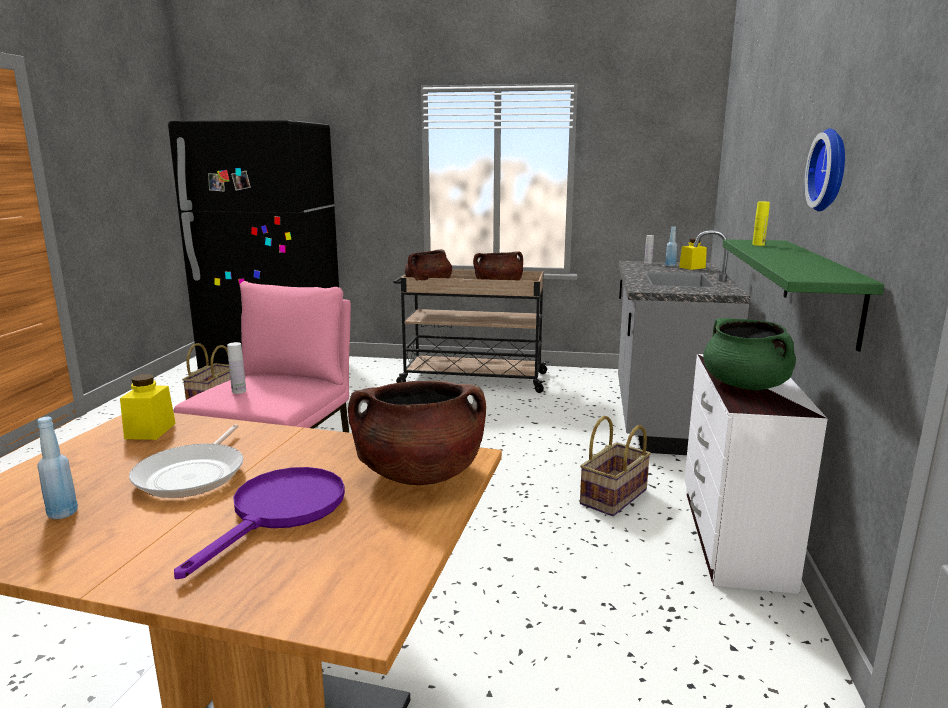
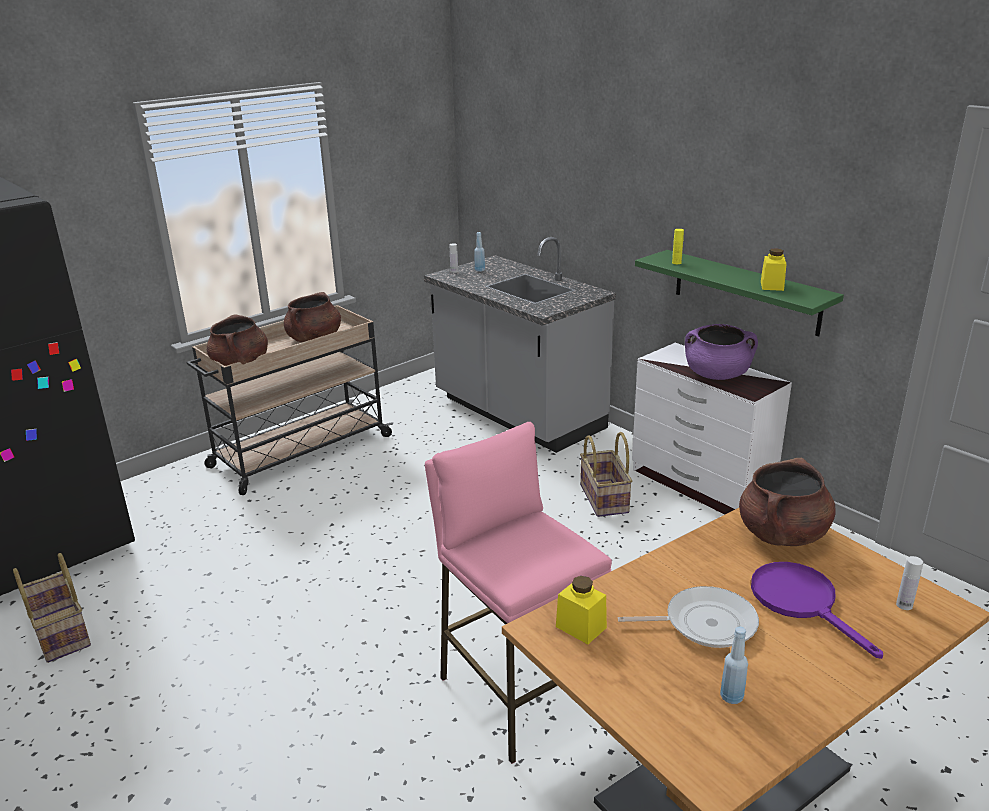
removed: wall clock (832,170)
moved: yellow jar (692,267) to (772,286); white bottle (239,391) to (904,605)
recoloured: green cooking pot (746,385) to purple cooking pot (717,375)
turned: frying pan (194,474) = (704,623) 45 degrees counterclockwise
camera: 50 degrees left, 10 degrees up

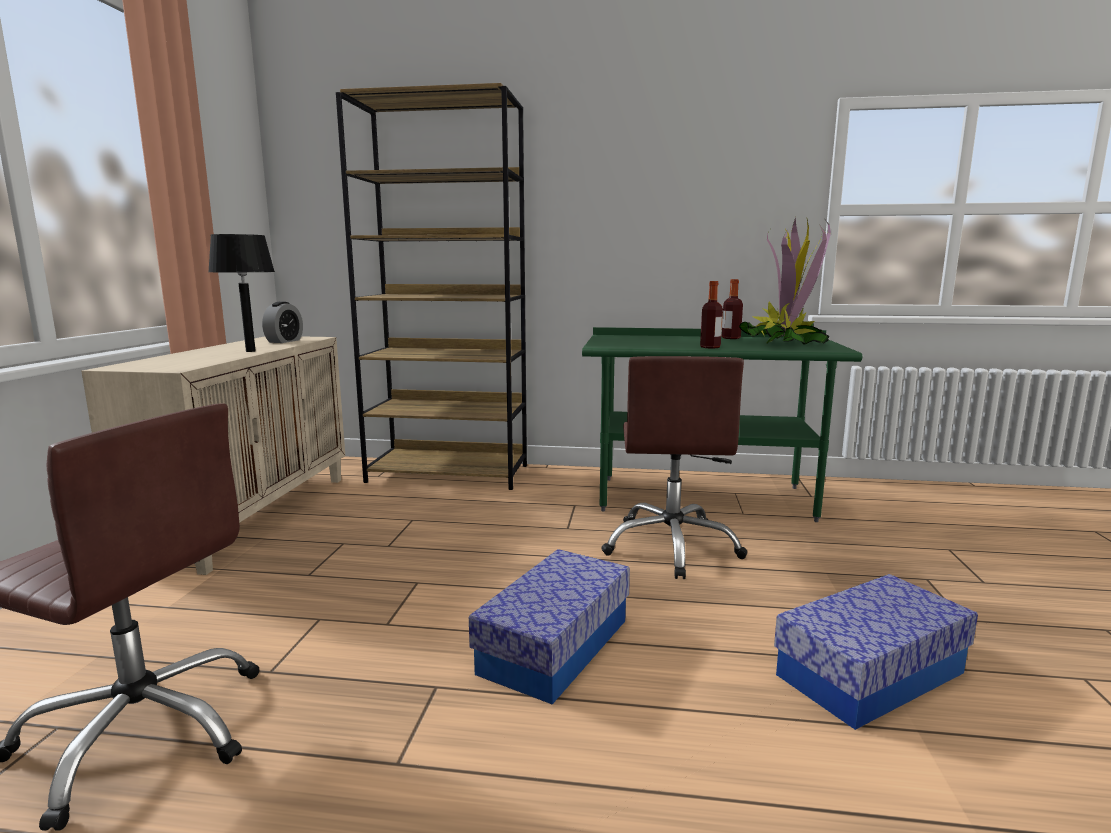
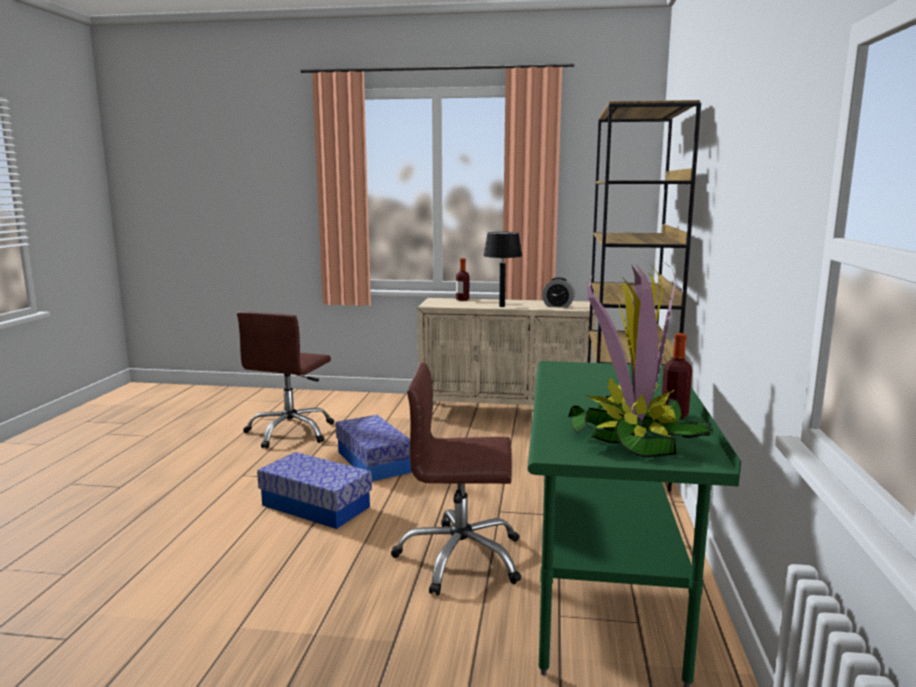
moved: storage box (870,674) to (373,462); bottle (710,347) to (462,300)
camera: 90 degrees right, 0 degrees up

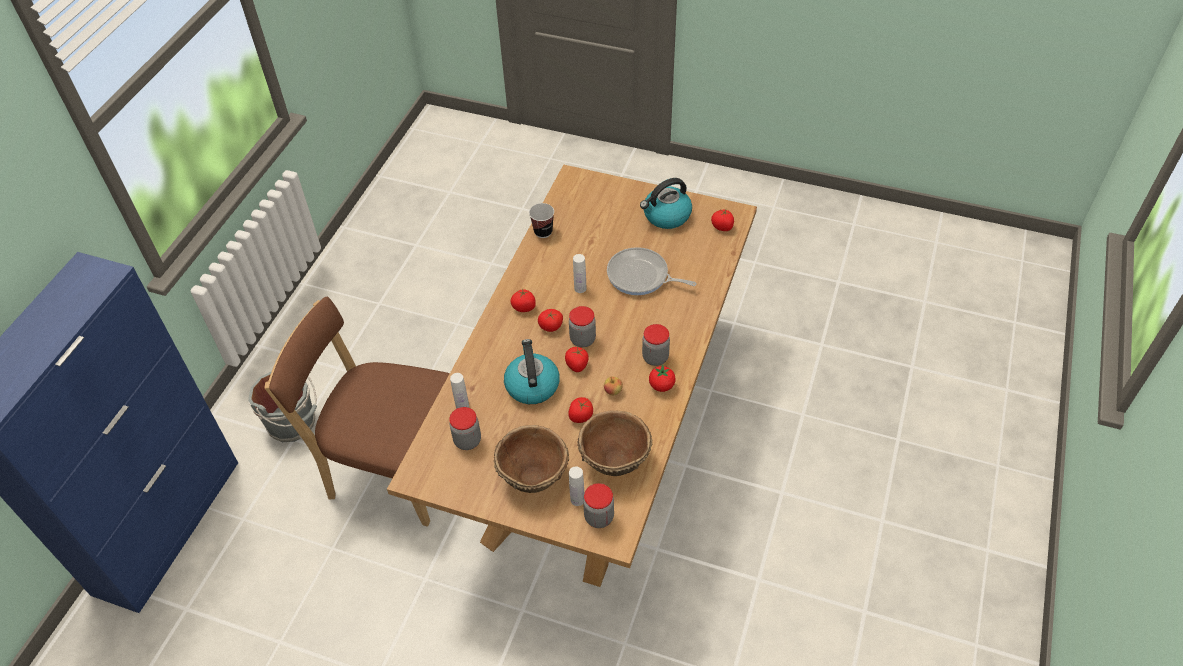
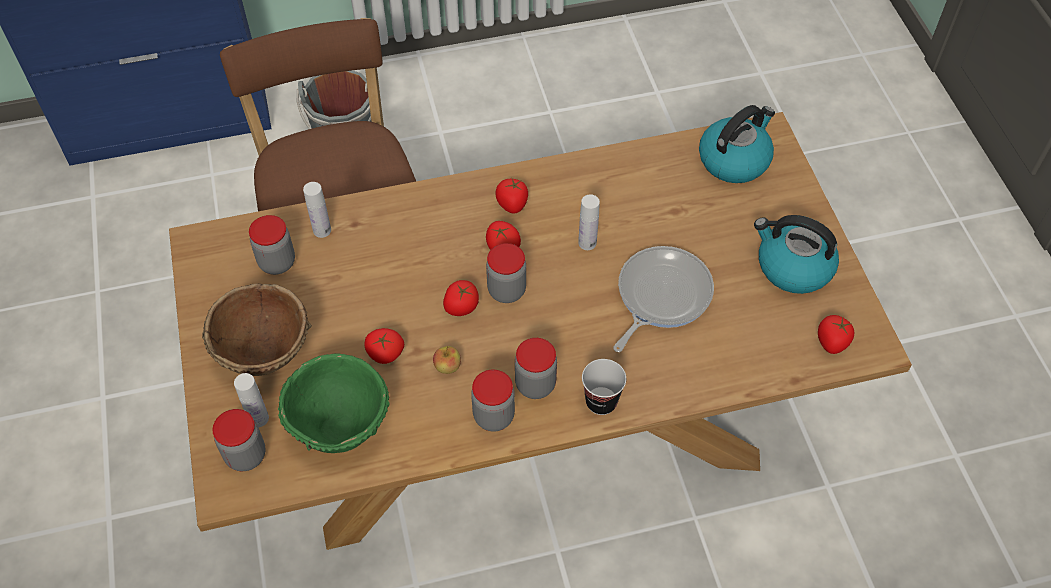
moved: cup (543,232) to (601,402); kettle (532,385) to (734,159)
replaced: tomato (661,386) to jar (494,416)
recoloured: brown bowl (614,460) to green bowl (340,426)
turned: frying pan (641,276) = (660,296) 45 degrees clockwise
camera: 55 degrees right, 5 degrees up

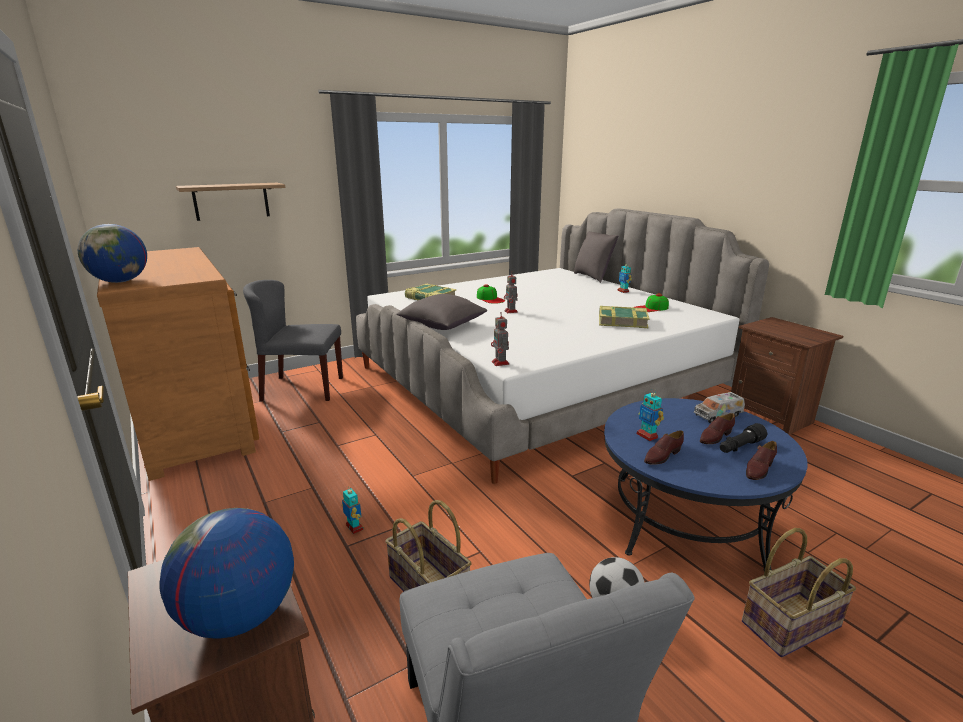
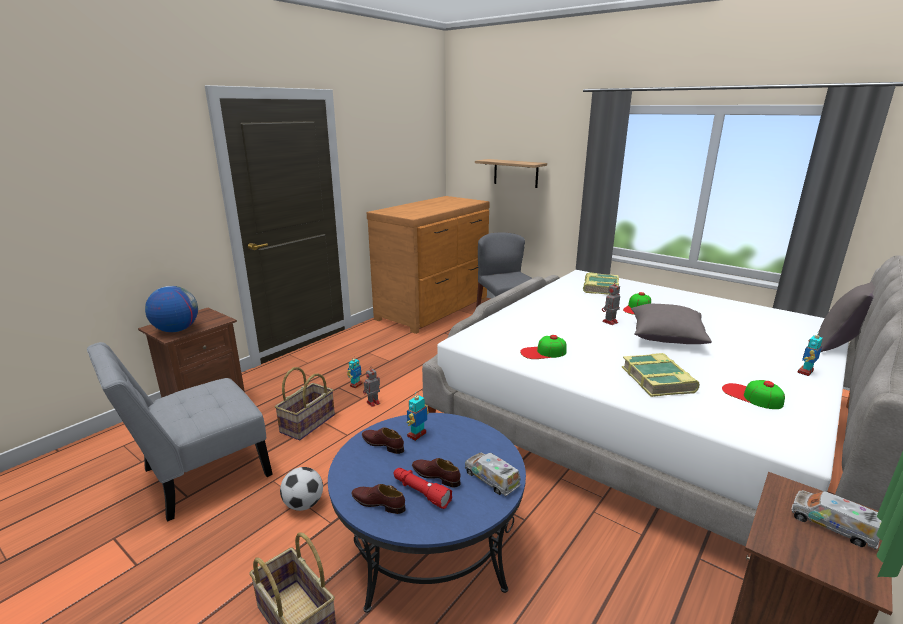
removed: globe (120,281)
added: cap (543,352); toy truck (832,525)
moved: toy robot (500,363) to (372,403); grey pillow (442,325) to (666,337)
recoloured: black flashlight (740,447) to red flashlight (420,492)
camera: 70 degrees right, 0 degrees up

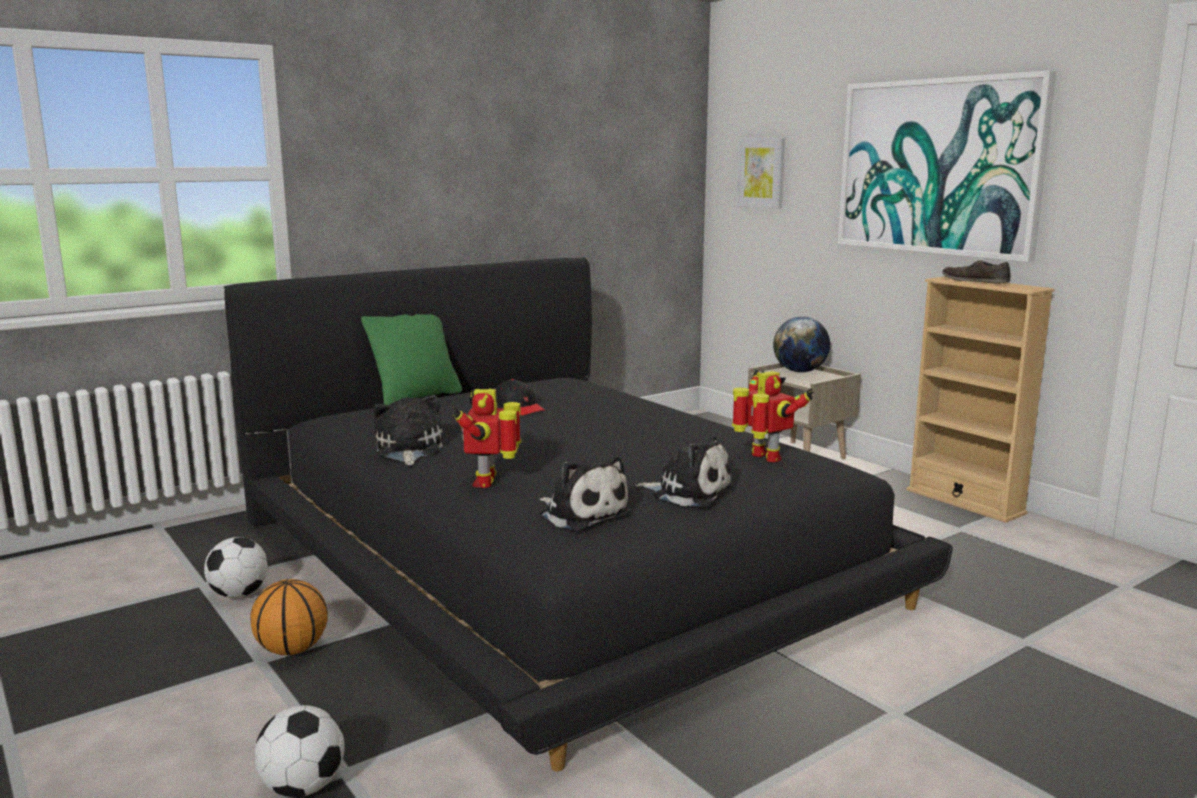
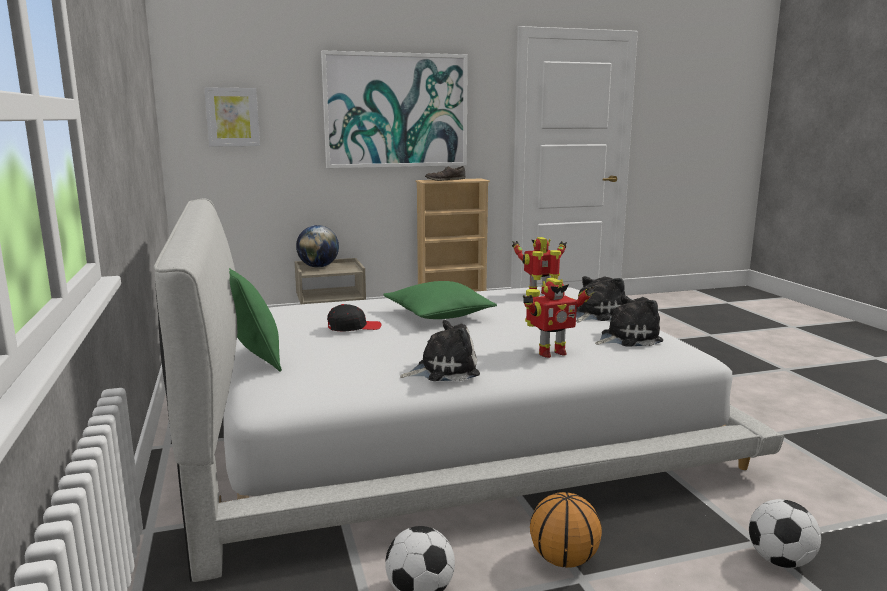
added: green pillow (438,315)
recoloured: black bed (557,556) to white bed (444,426)
turned: plush toy (408,450) = (443,370) 150 degrees clockwise; toy robot (488,481) = (550,353) 45 degrees counterclockwise
camera: 70 degrees left, 0 degrees up

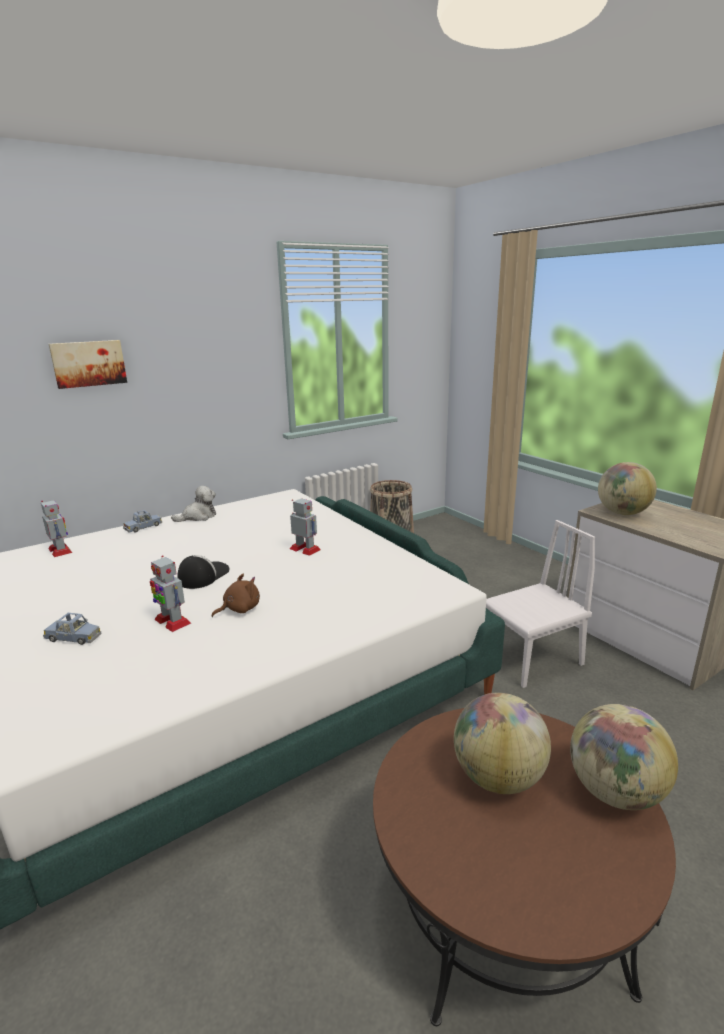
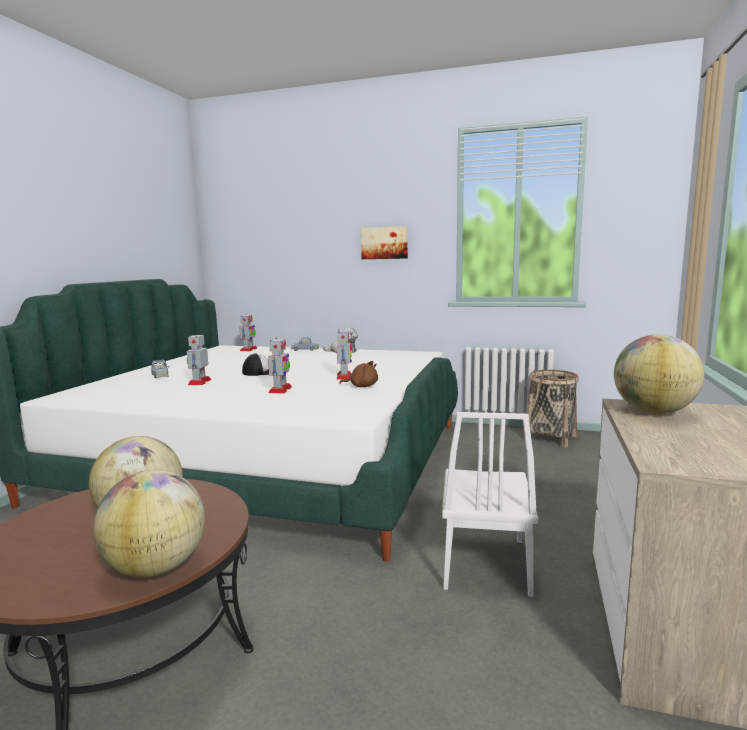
added: toy robot (280,390)
moved: brown plush toy (239,609) to (362,386); picture (88,363) to (384,243)
turned: white chair (531,658) = (485,563) 75 degrees clockwise
camera: 50 degrees right, 10 degrees down

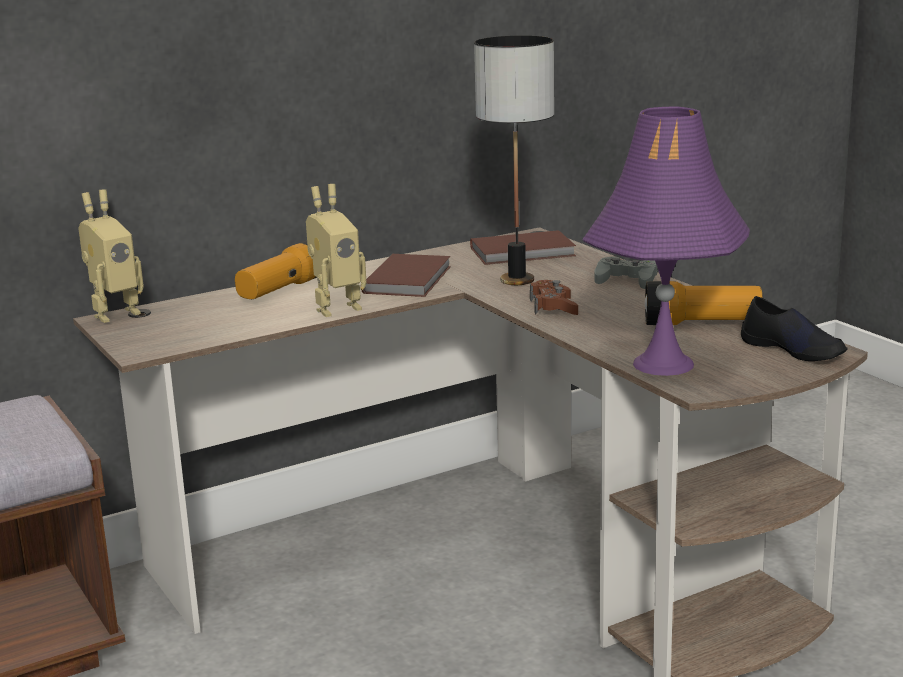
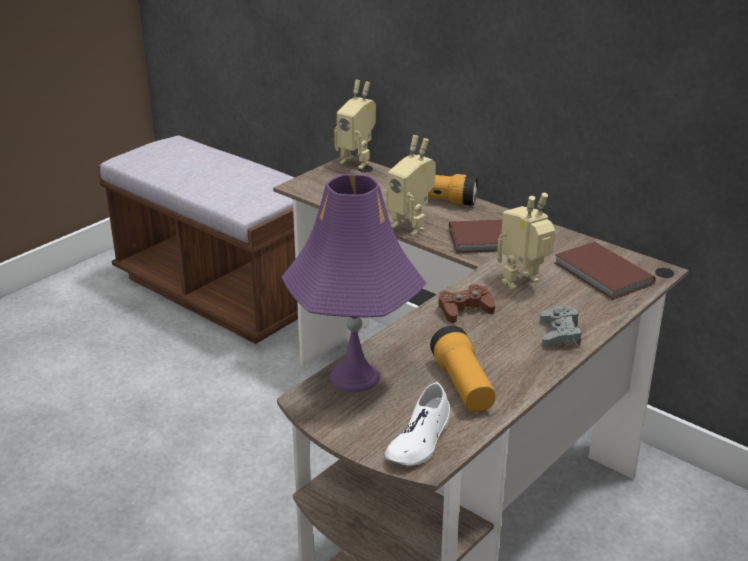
replaced: table lamp (518,280) to toy robot (523,284)
recoloured: black shoe (793,349) to white shoe (419,440)
camera: 70 degrees right, 10 degrees up

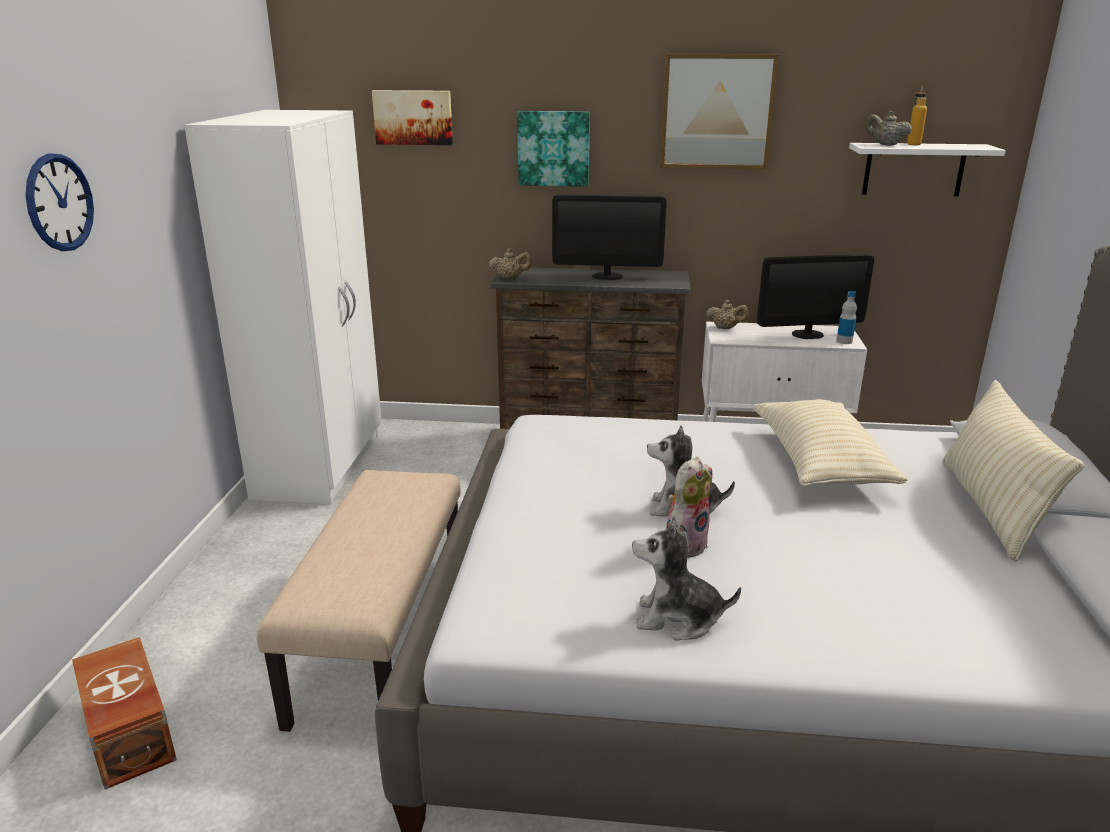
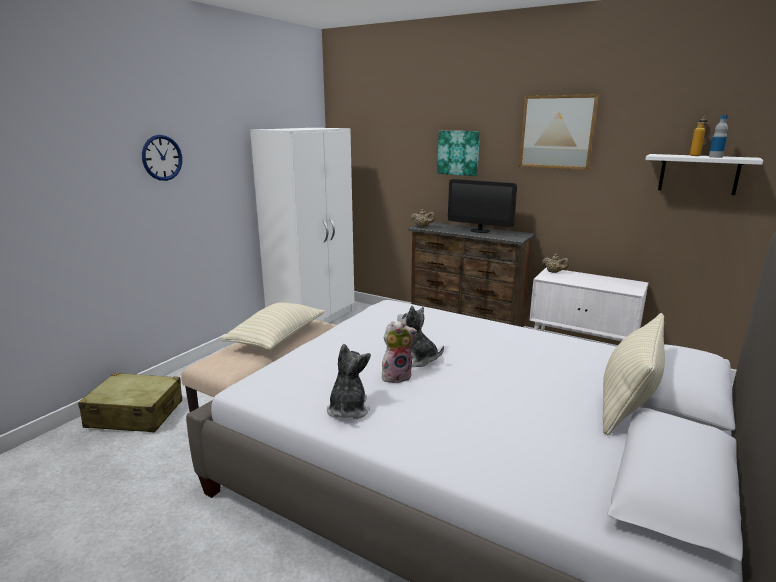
removed: picture (413,117); monitor (807,334); beige teapot (885,145)
moved: beige pillow (819,464) to (277,338); bottle (844,341) to (715,157)
replaced: brown storage box (128,734) to beige suitcase (135,414)
turned: plush toy (677,619) = (348,409) 60 degrees clockwise
camera: 25 degrees right, 5 degrees down

